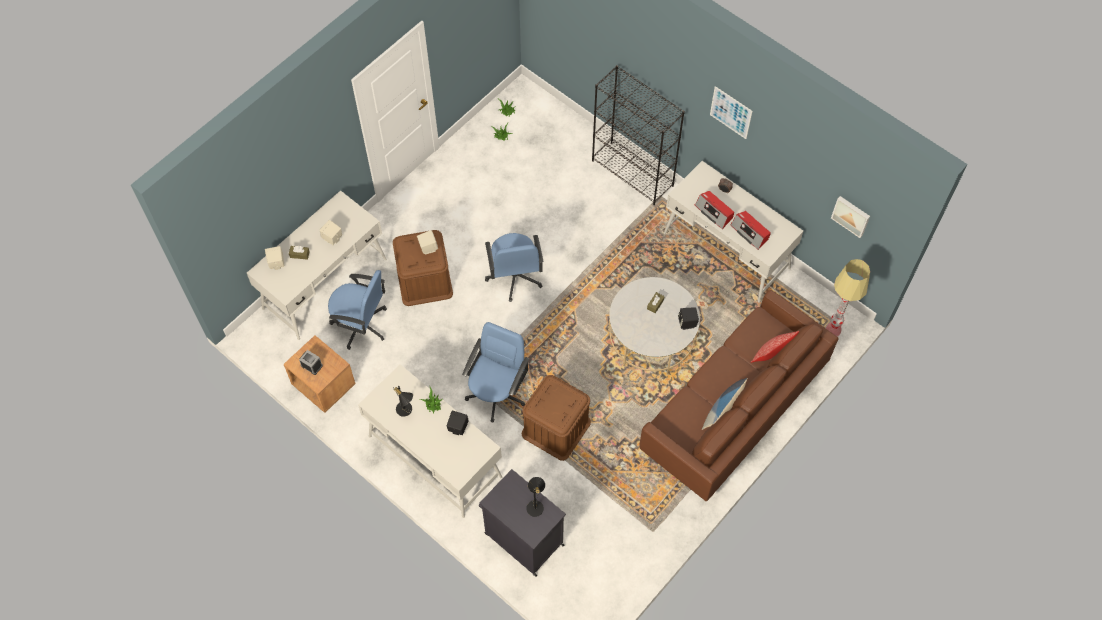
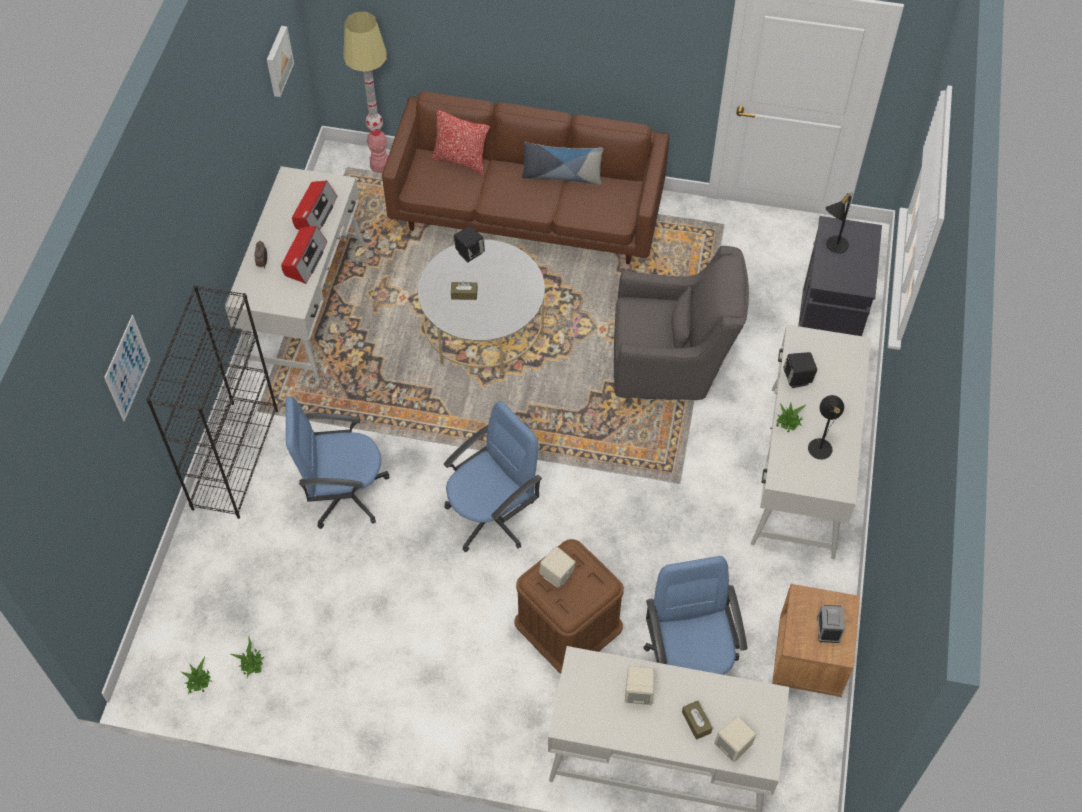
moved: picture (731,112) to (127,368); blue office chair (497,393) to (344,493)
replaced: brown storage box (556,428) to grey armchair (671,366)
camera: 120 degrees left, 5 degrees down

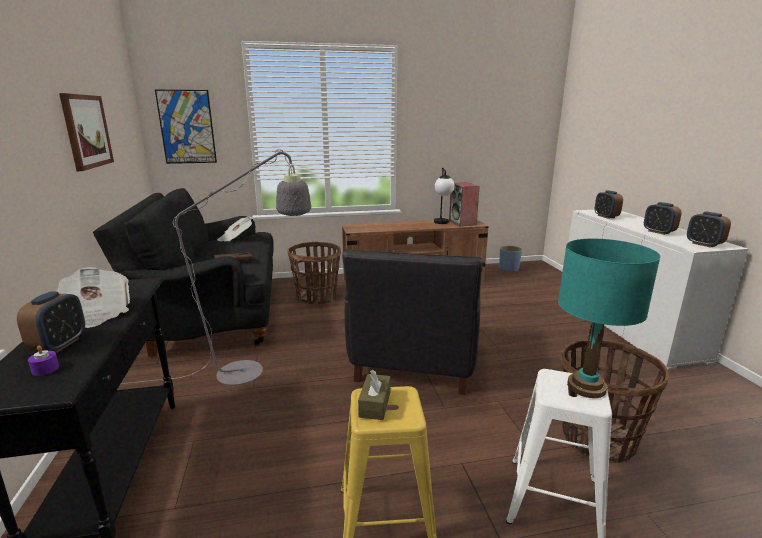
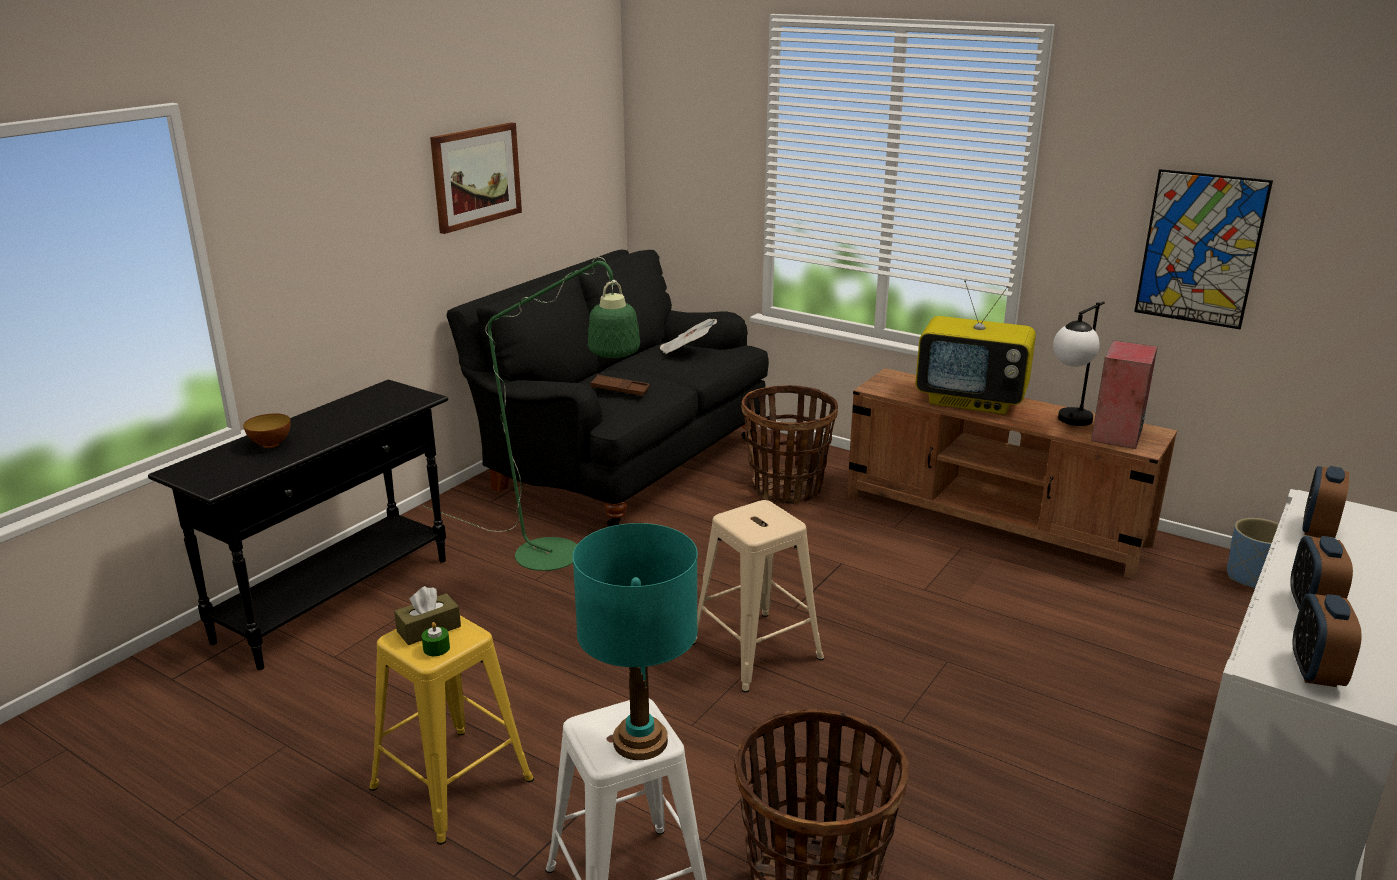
removed: purple candle (45,369); newspaper (97,313)
added: green candle (436,648); television (972,401)
moved: picture (187,127) to (1200,249)
replaced: alarm clock (59,345) to bowl (271,445); black armchair (413,363) to beige stool (753,650)
recoloured: grey floor lamp (252,370) to green floor lamp (561,558)
camera: 45 degrees right, 5 degrees up

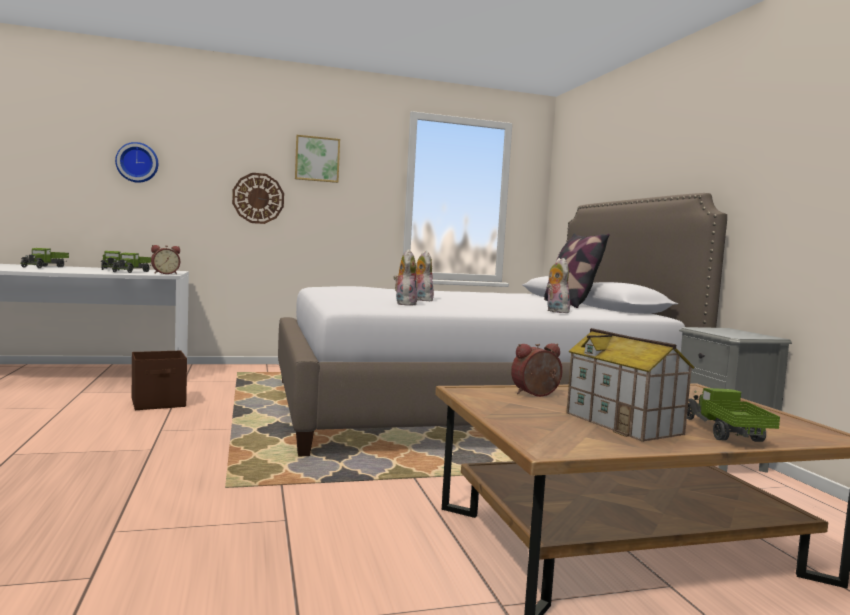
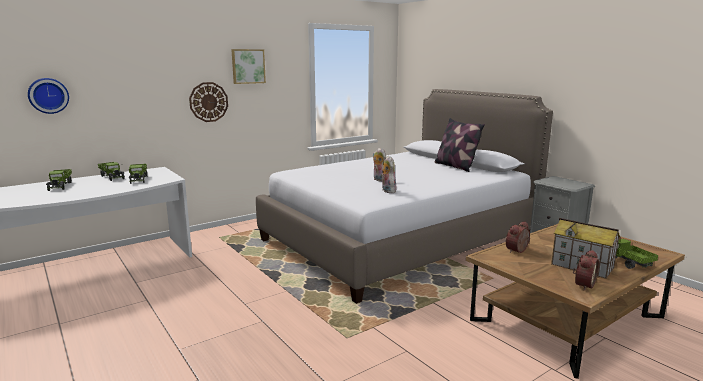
removed: brown storage box (159,403); plush toy (555,311)
moved: wall clock (137,162) to (48,95); alarm clock (165,273) to (582,284)
camera: 20 degrees left, 10 degrees up

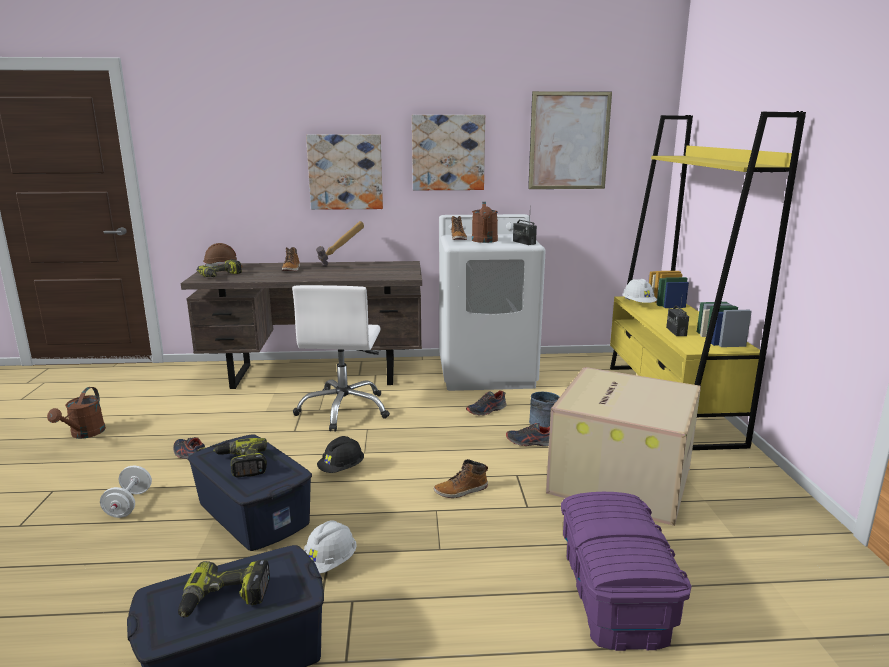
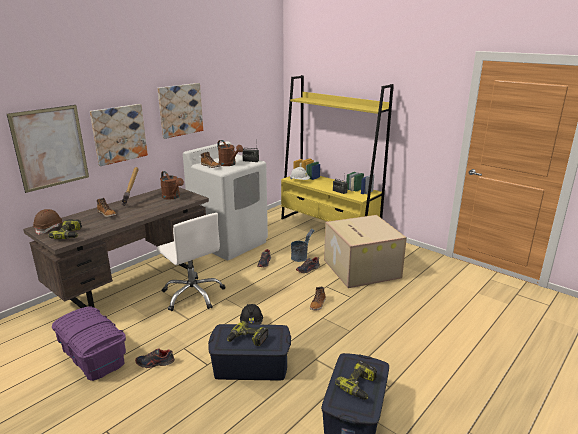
removed: white dumbbell (129,504); white hard hat (329,563)
moved: picture (569,141) to (50,147); purple storage box (615,595) to (93,356); brown watering can (84,434) to (172,197)
camera: 45 degrees left, 5 degrees up

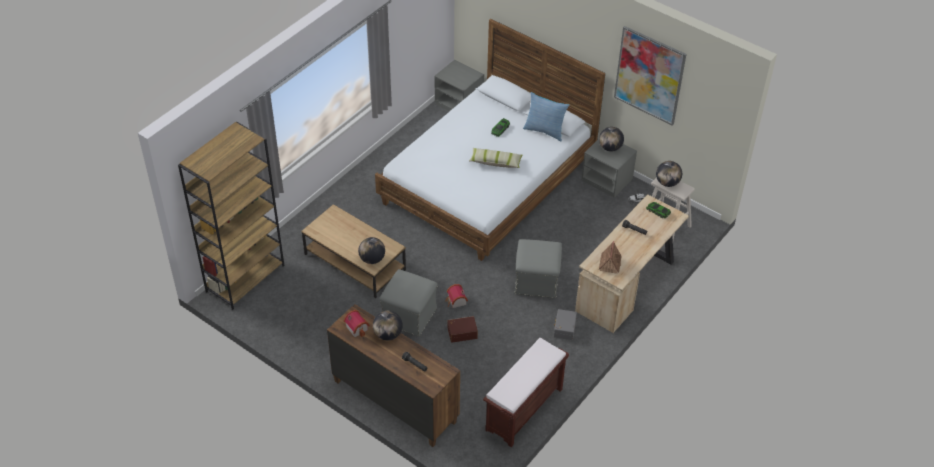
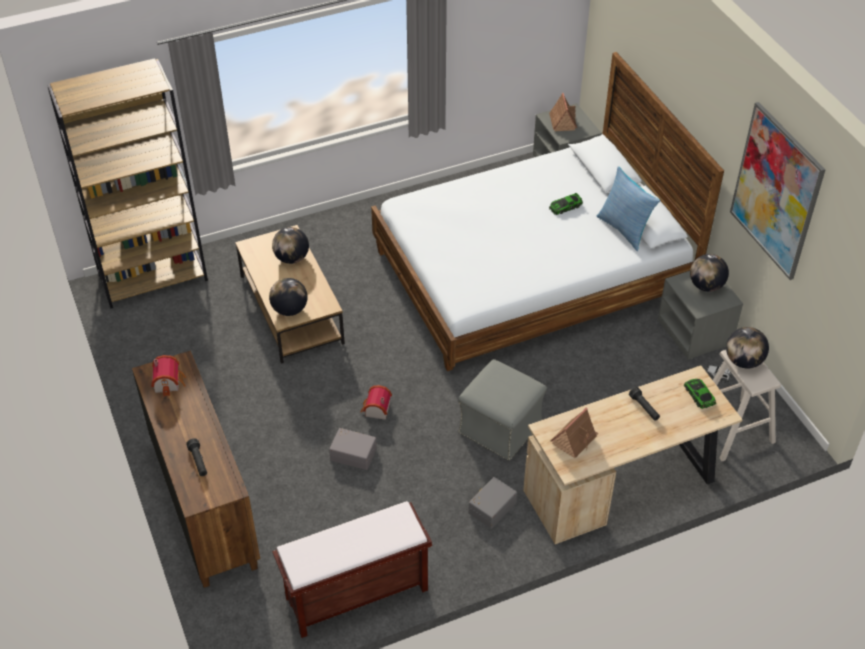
removed: grey ottoman (408,315); pillow (495,162)
added: toy house (562,121)
moved: globe (388,334) to (291,258)
recoloured: brown storage box (462,332) to grey storage box (353,453)
camera: 30 degrees right, 0 degrees up

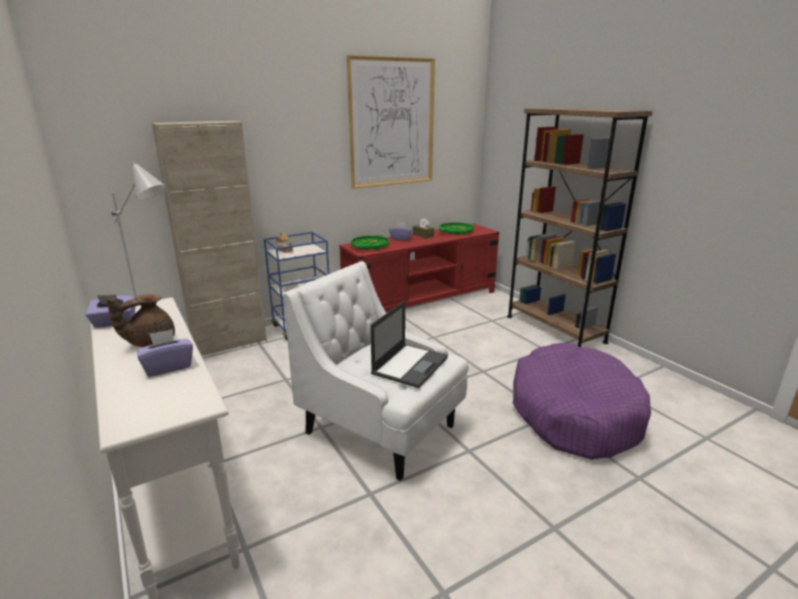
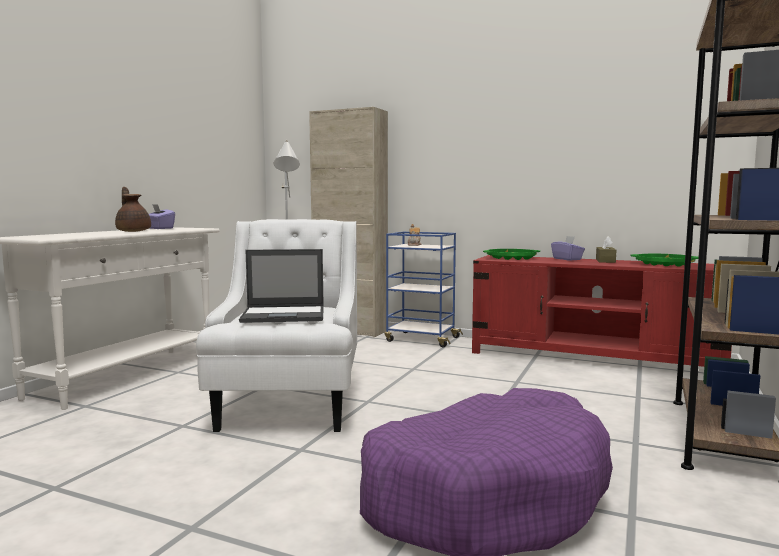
removed: purple tissue box (168,367); picture (392,123)
turned: brown teapot (150,342) = (133,231) 45 degrees clockwise
camera: 55 degrees right, 15 degrees down

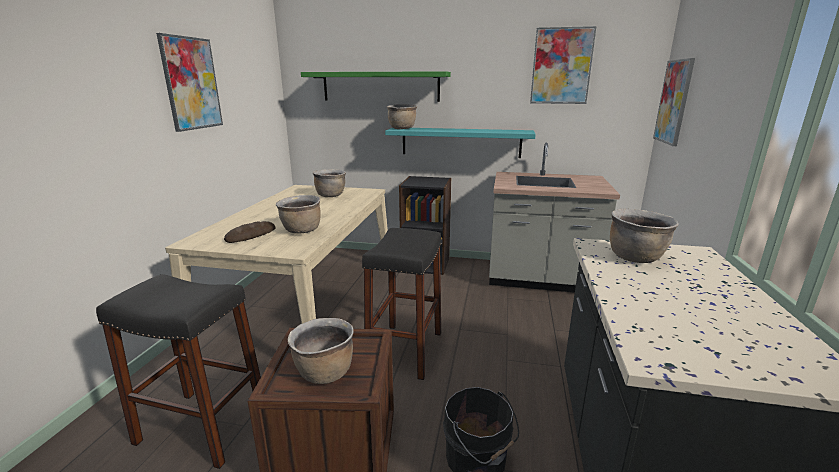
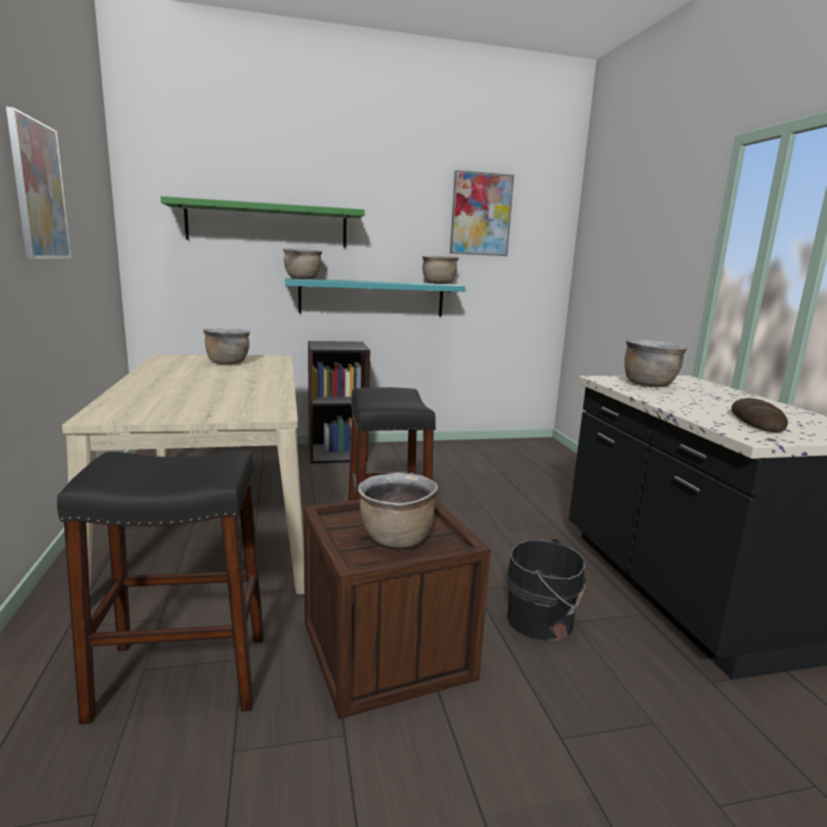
removed: grey counter (540,279); picture (673,102)
moved: brown cooking pot (301,231) to (439,284); bread (251,235) to (756,421)
camera: 25 degrees left, 5 degrees down

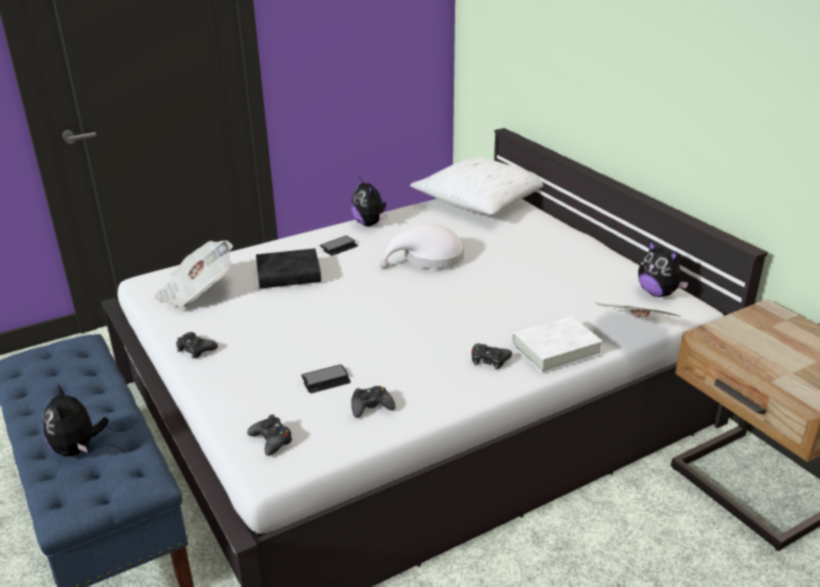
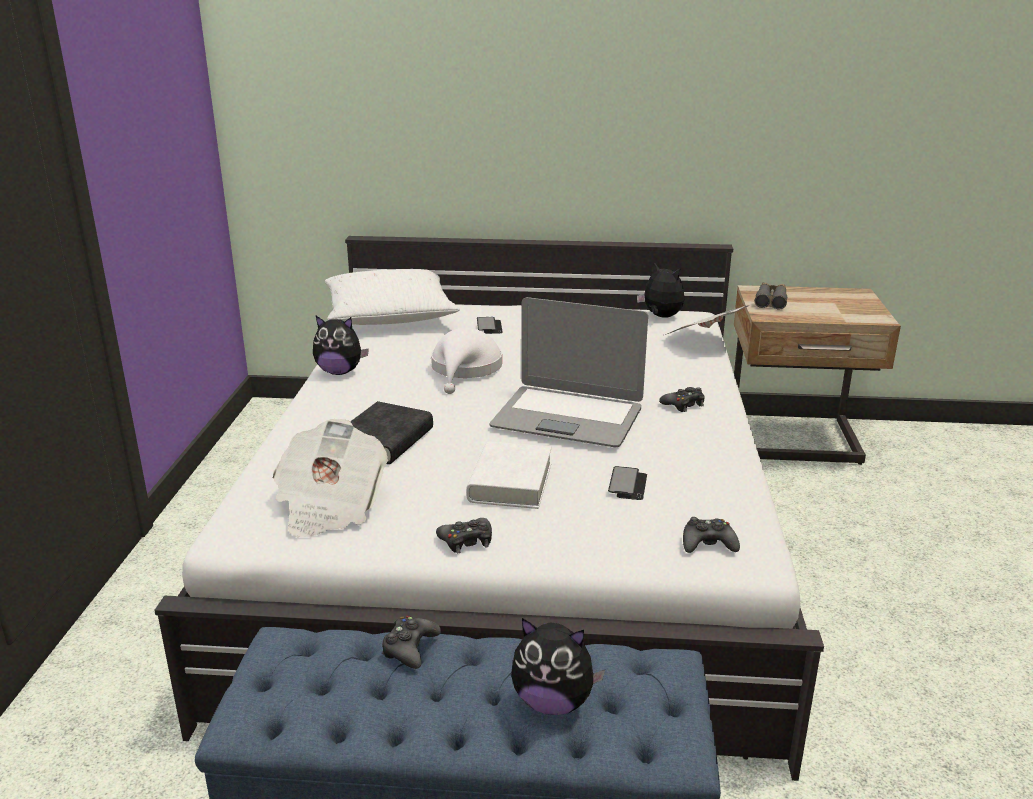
added: laptop (568,418); grey binoculars (771,301)
moved: black game controller (371,407) to (410,648); white book (555,350) to (510,482); phone (339,247) to (489,326)
turned: plush toy (658,293) = (661,317) 135 degrees counterclockwise
camera: 55 degrees left, 5 degrees down

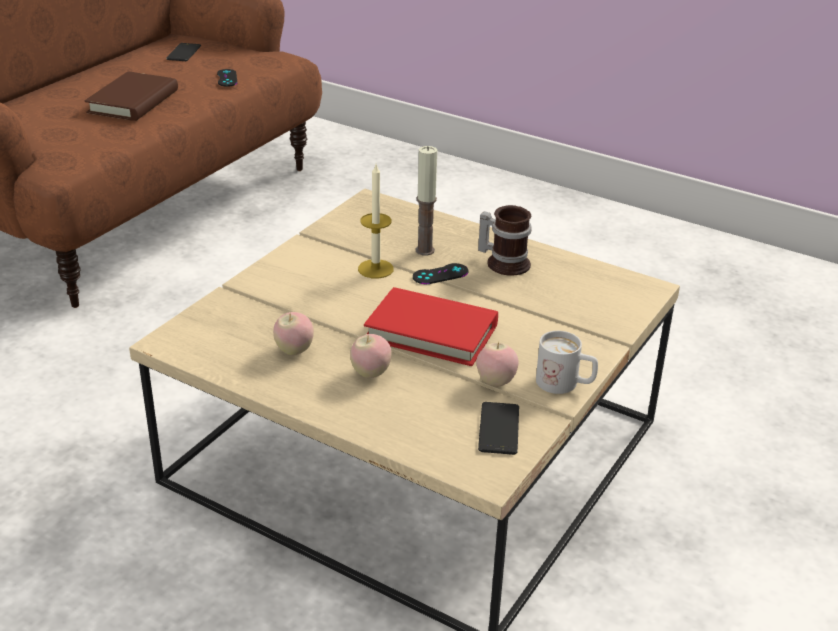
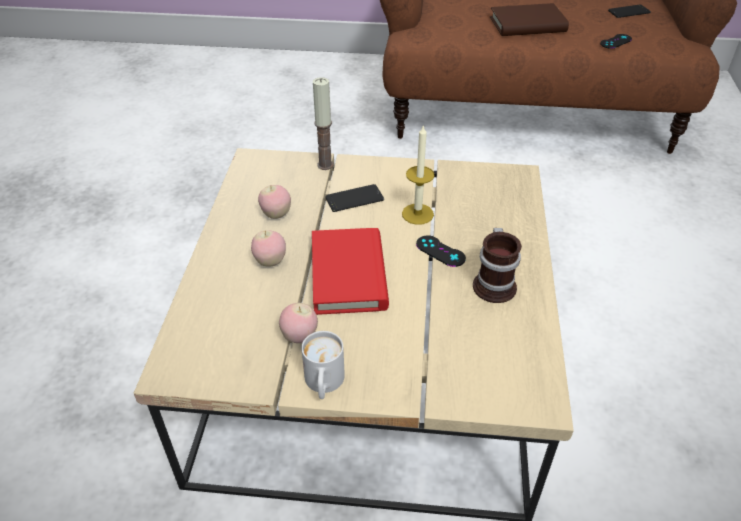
moved: candle (424,250) to (325,165); phone (499,429) to (354,199)
camera: 65 degrees right, 10 degrees up

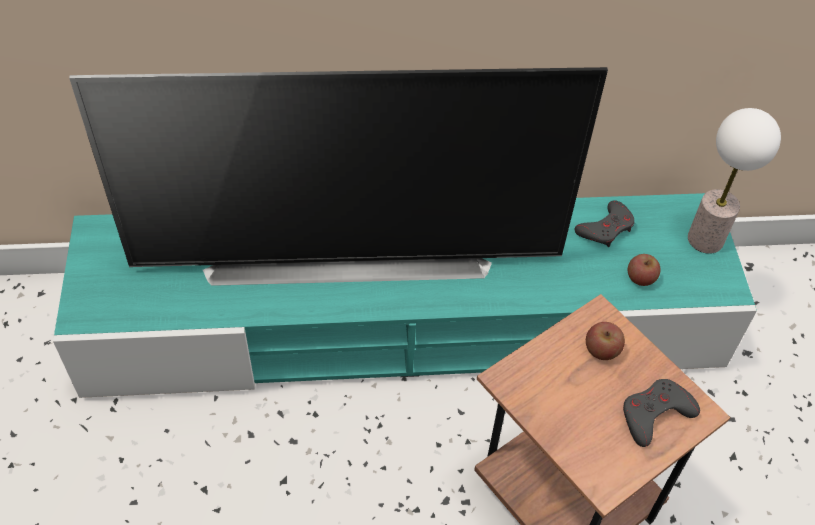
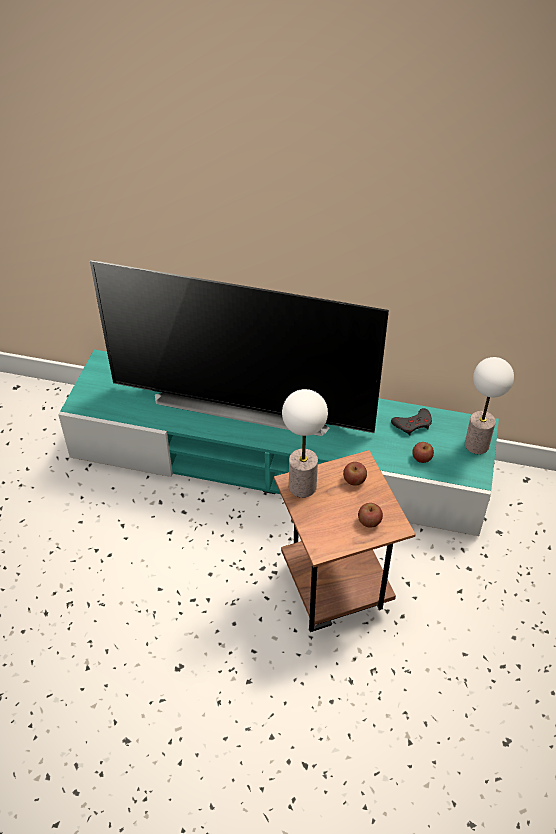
added: table lamp (302,487)
replaced: grey game controller (655,414) to apple (369,521)
camera: 20 degrees right, 5 degrees down

